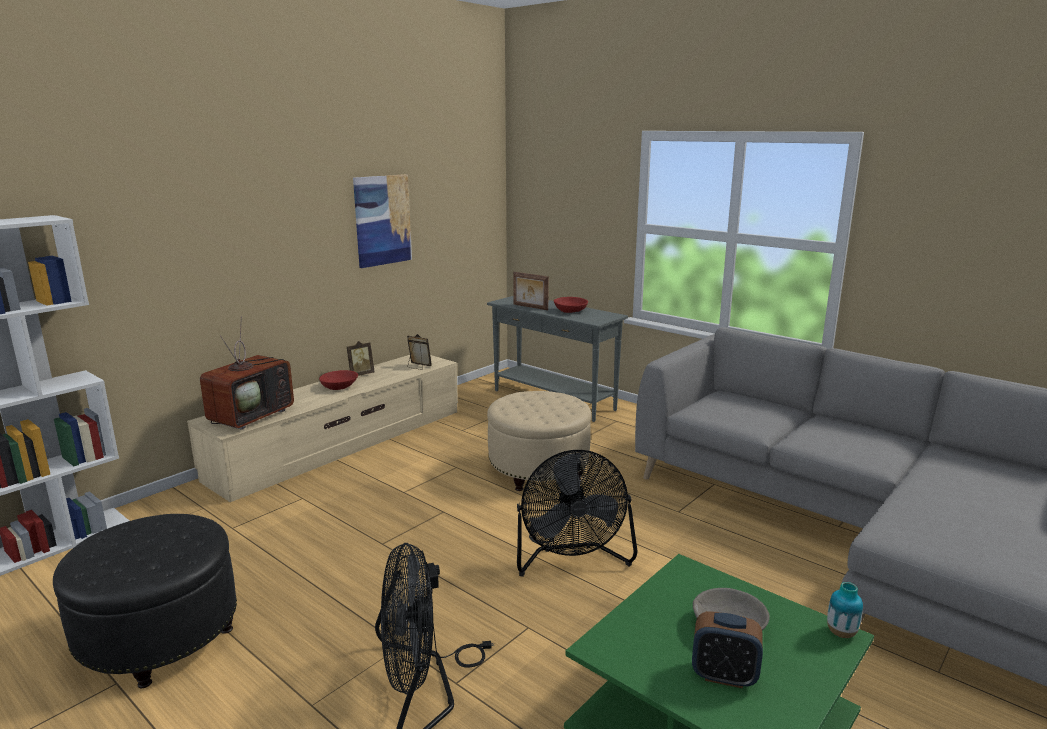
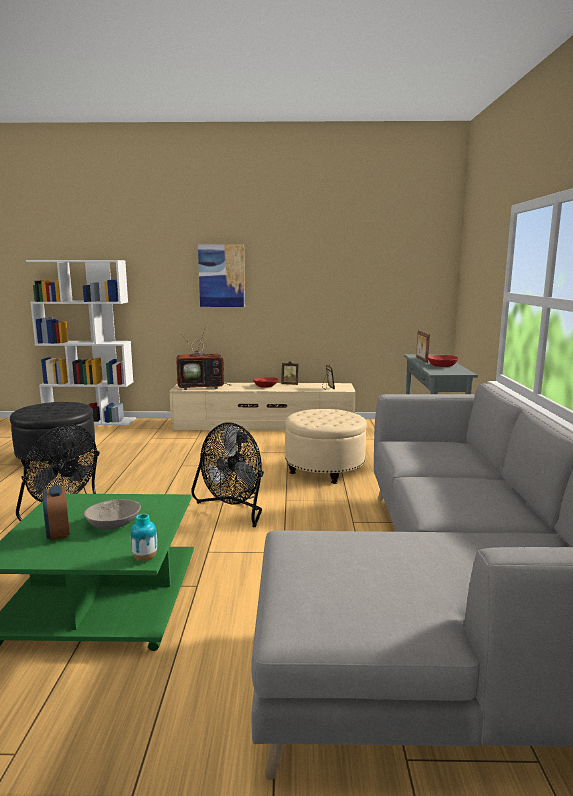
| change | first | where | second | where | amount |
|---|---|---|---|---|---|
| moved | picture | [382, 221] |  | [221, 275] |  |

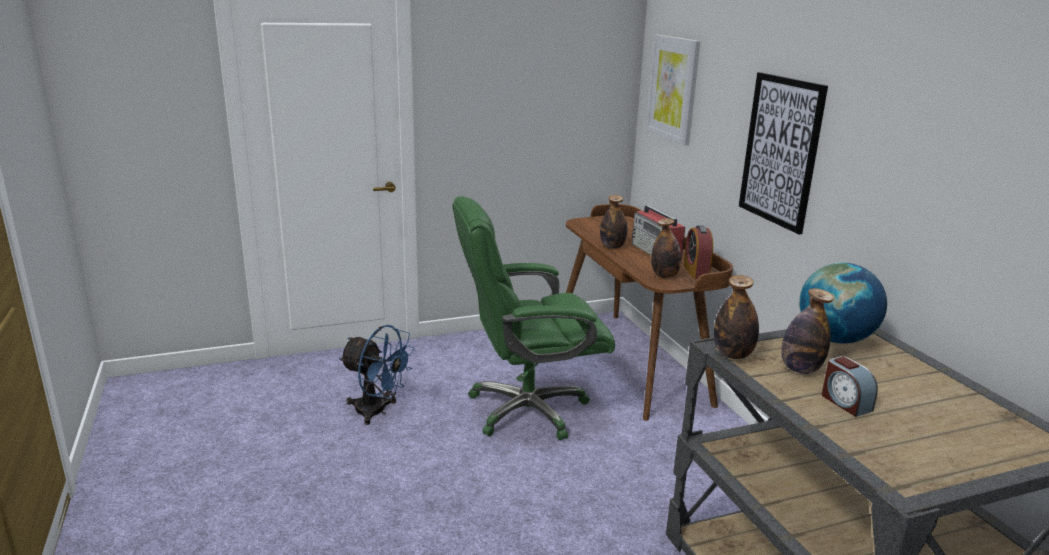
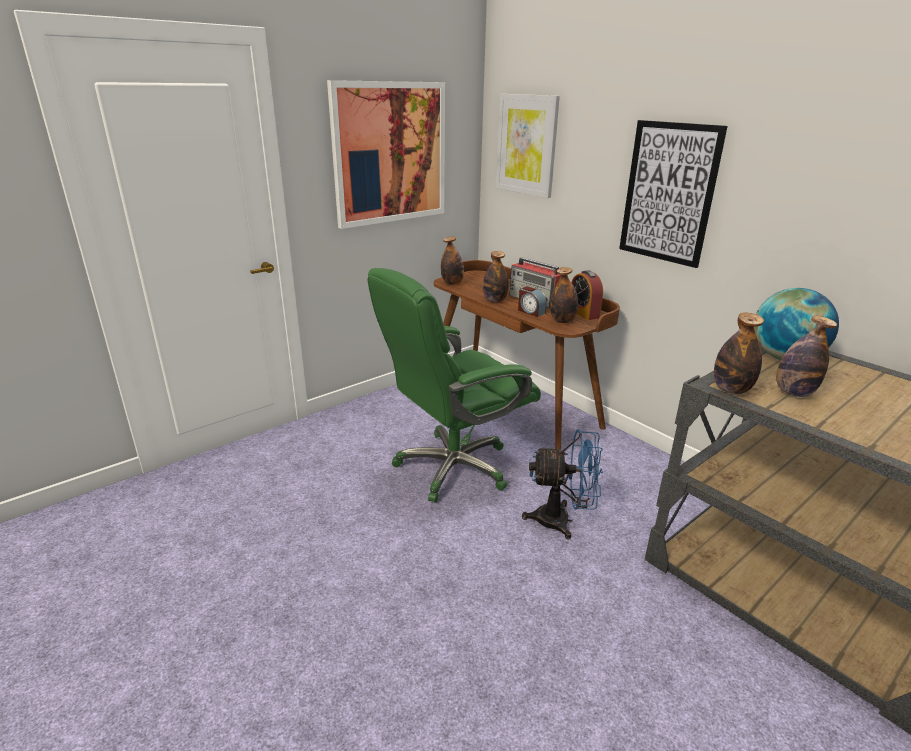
| change | first | where | second | where | amount |
|---|---|---|---|---|---|
| moved | blue_fan | [377, 375] |  | [562, 484] |  |
| moved | alarm_clock | [850, 386] |  | [532, 301] |  |
| added |  |  | picture | [386, 154] |  |
| added |  |  | bottle | [452, 261] |  |

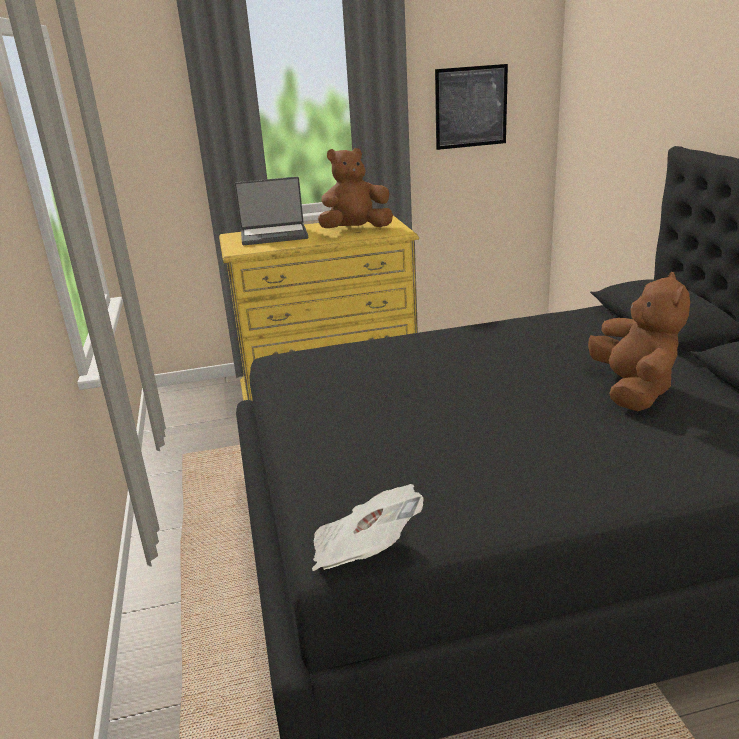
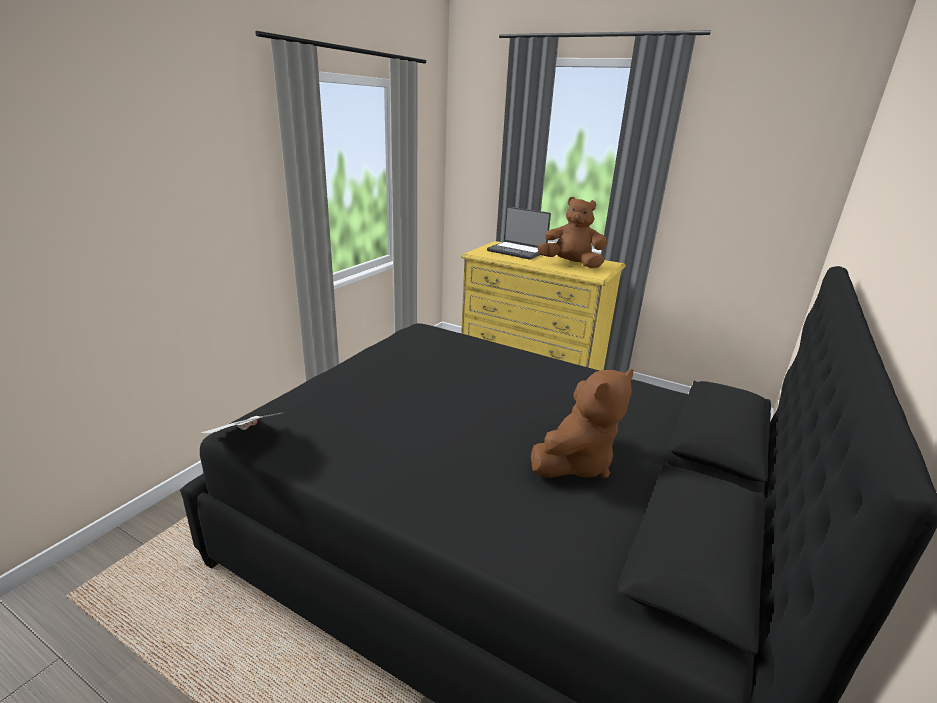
| change | first | where | second | where | amount |
|---|---|---|---|---|---|
| removed | picture | [471, 107] |  |  |  |

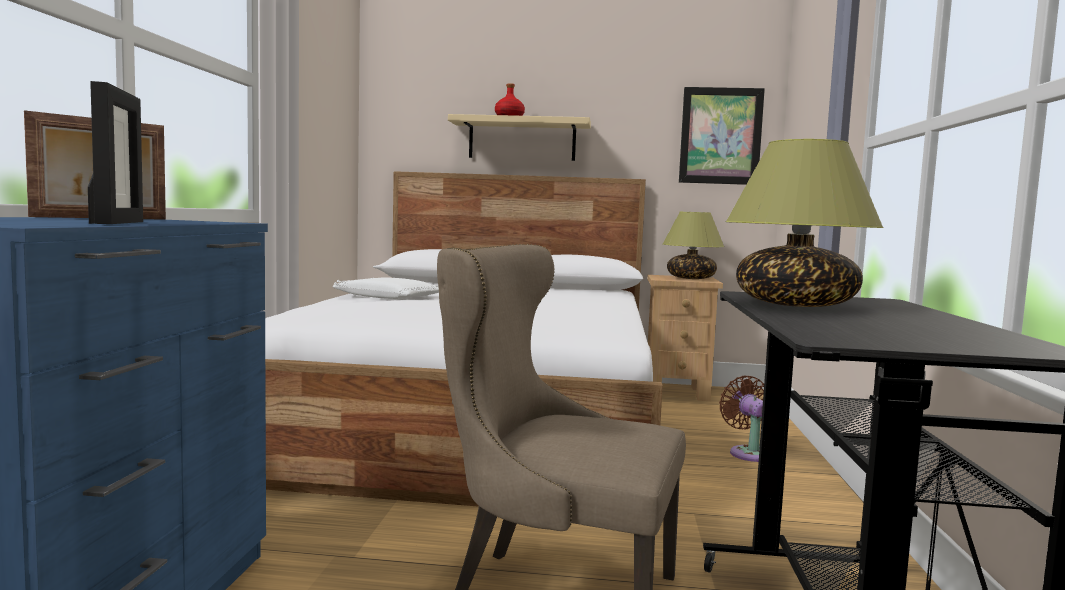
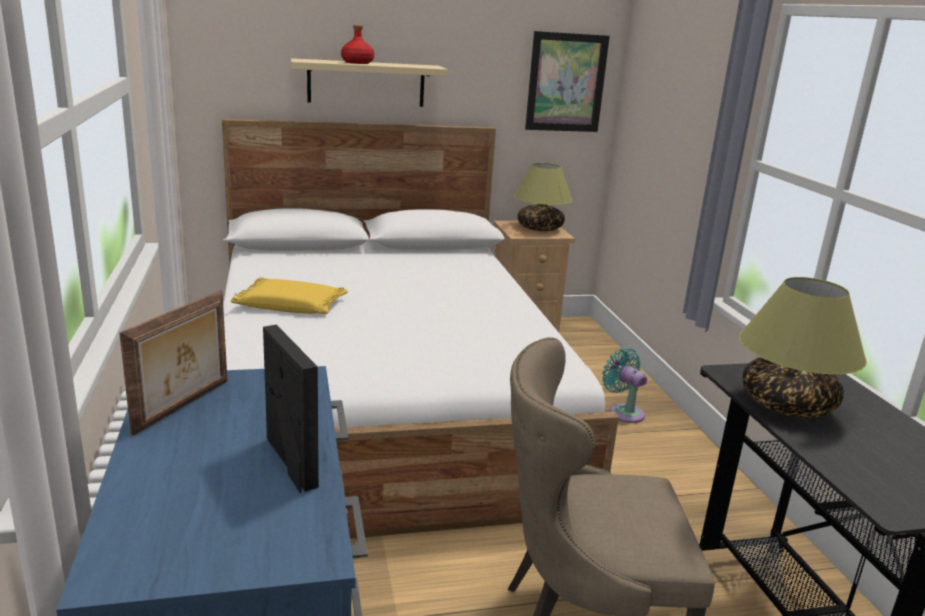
| change | first | where | second | where | amount |
|---|---|---|---|---|---|
| recoloured | white_pillow | [385, 288] | yellow_pillow | [289, 295] |  |
| recoloured | brown_fan | [741, 418] | turquoise_fan | [624, 385] |  |

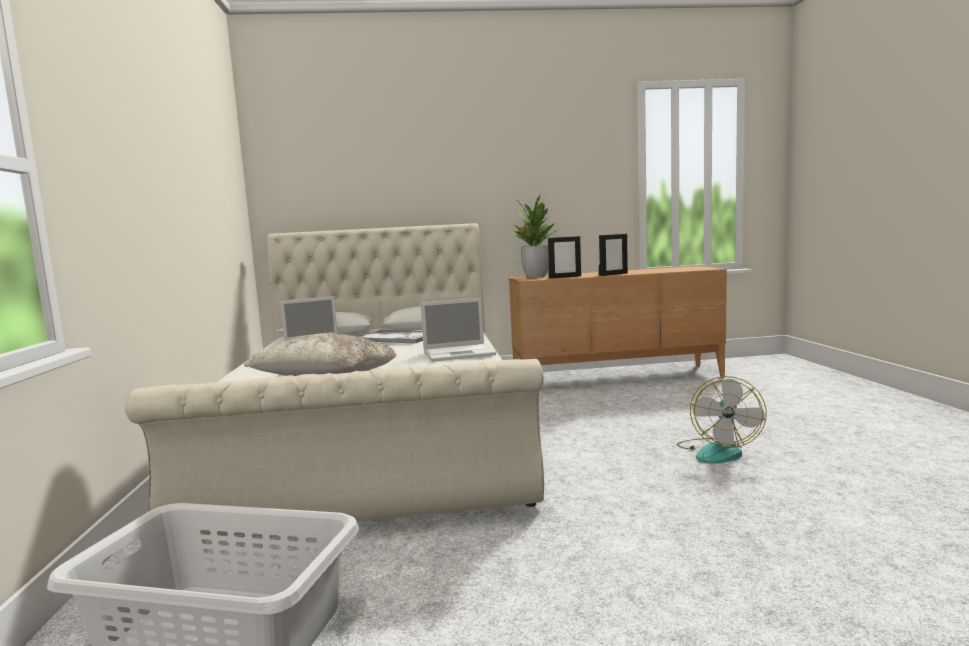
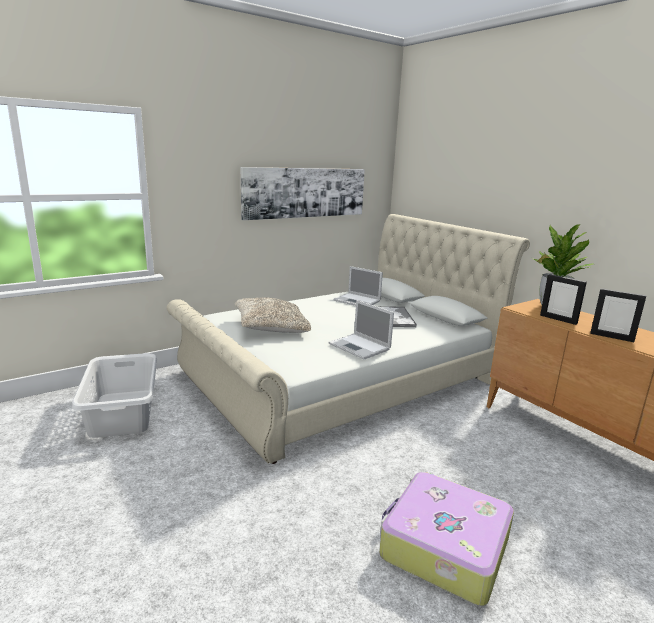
| change | first | where | second | where | amount |
|---|---|---|---|---|---|
| replaced | fan | [722, 420] | suitcase | [446, 539] |  |
| added |  |  | picture | [302, 193] |  |

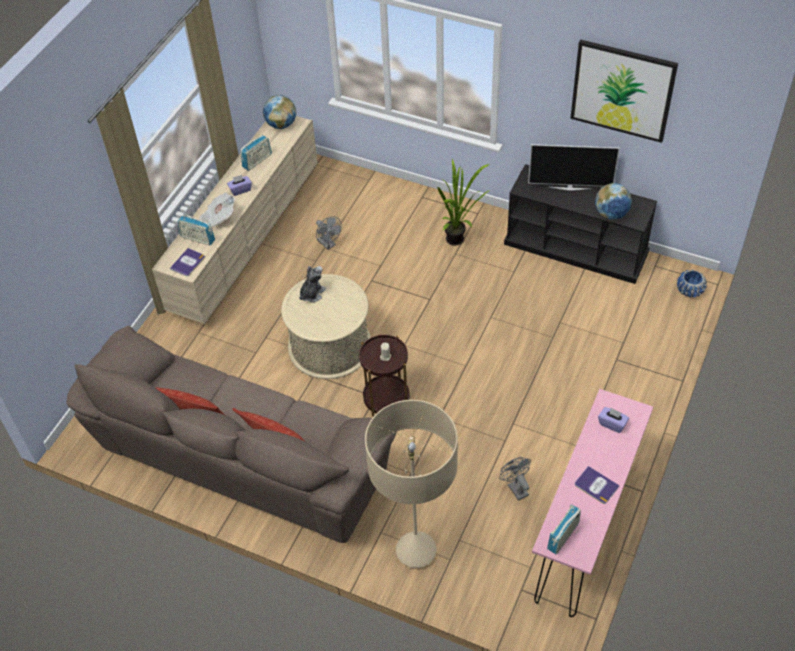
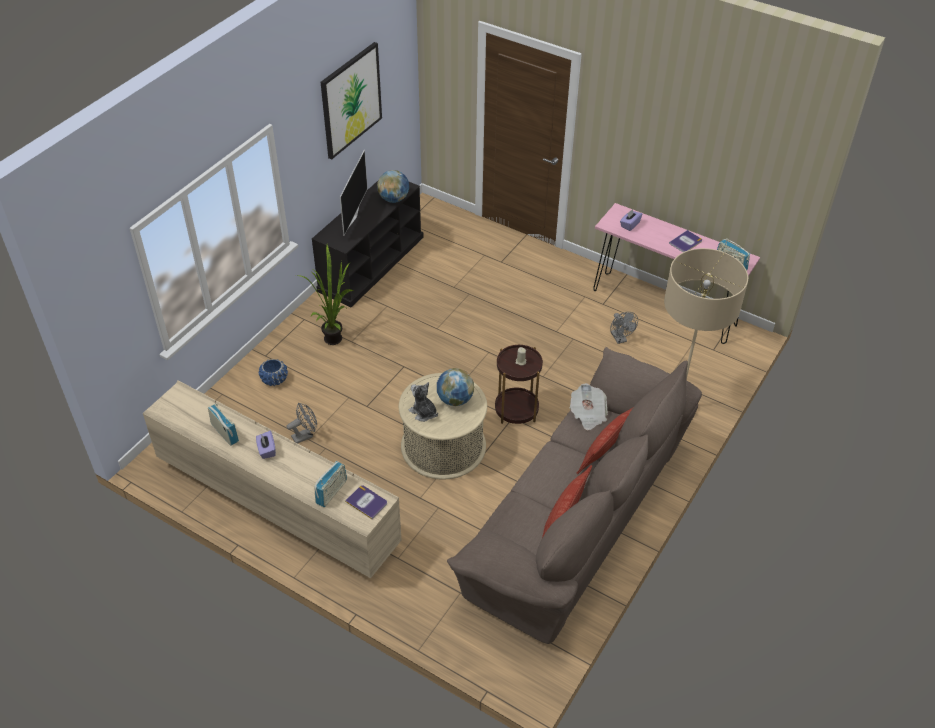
| change | first | where | second | where | amount |
|---|---|---|---|---|---|
| moved | globe | [279, 112] |  | [455, 387] |  |
| moved | newspaper | [217, 210] |  | [588, 406] |  |
| moved | blue_planter | [692, 284] |  | [273, 372] |  |
| turned | grey_fan | [515, 479] |  | [624, 328] | 90 degrees counterclockwise |

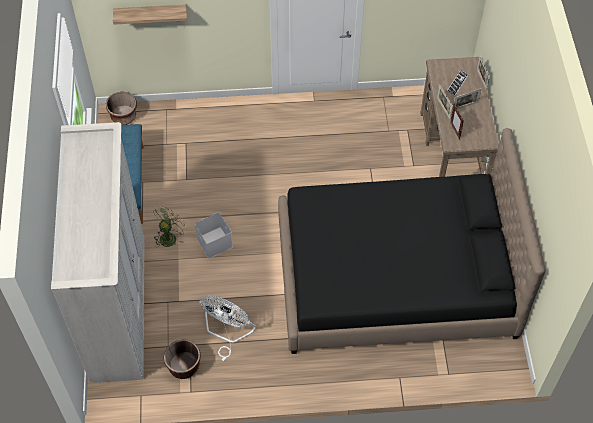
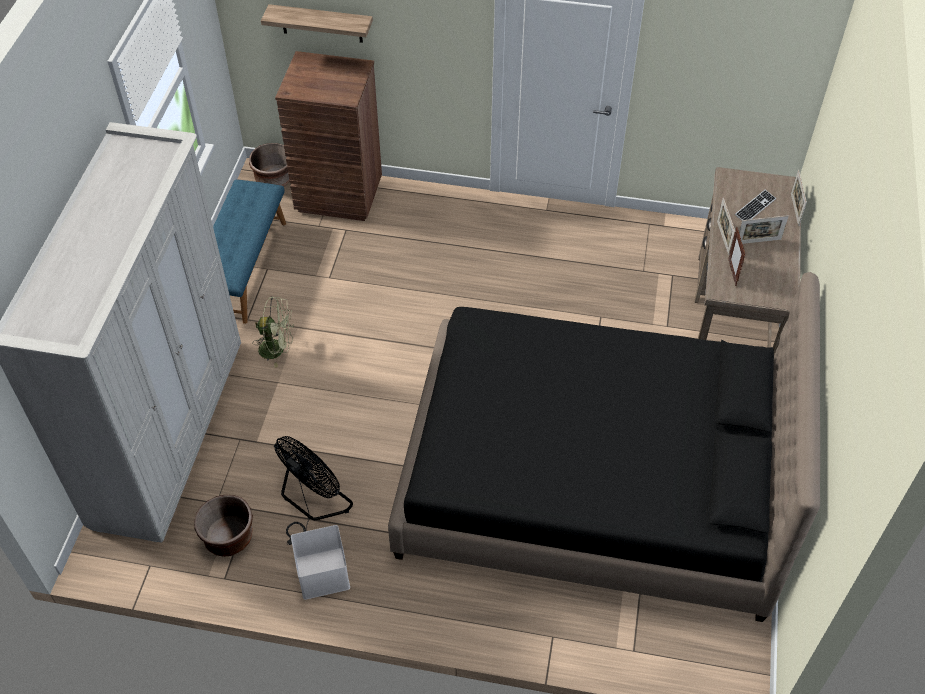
| change | first | where | second | where | amount |
|---|---|---|---|---|---|
| turned | green_fan | [170, 226] |  | [273, 332] | 45 degrees clockwise |
| moved | white_storage_box | [214, 235] |  | [320, 562] |  |
| recoloured | white_fan | [227, 328] | black_fan | [313, 490] |  |
| added |  |  | brown_dresser | [328, 136] |  |

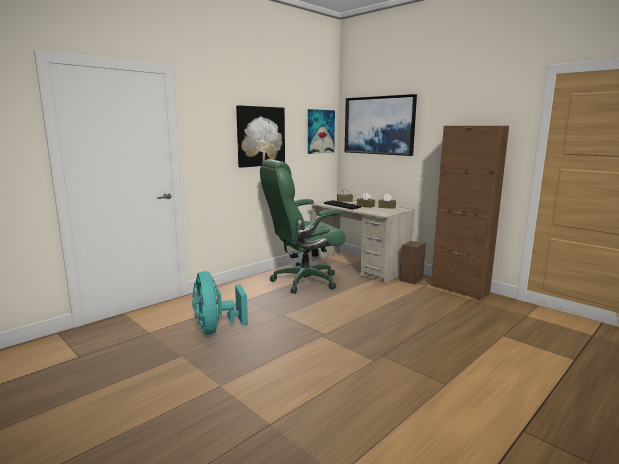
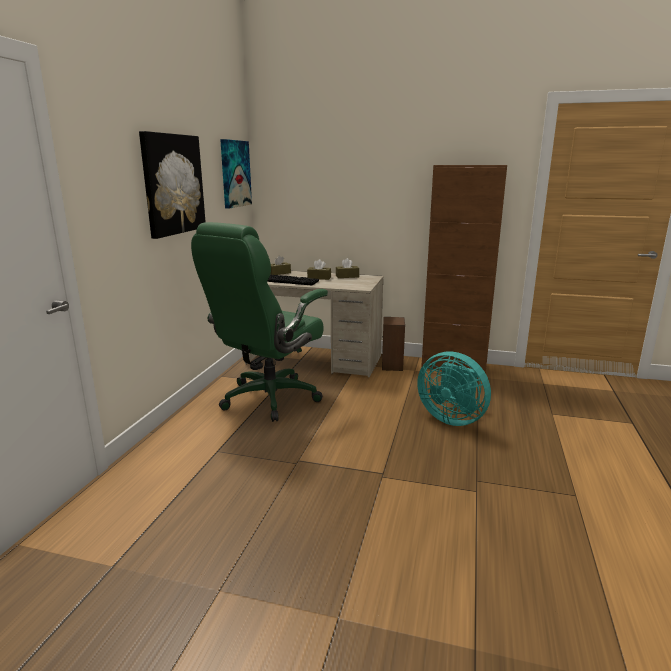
| change | first | where | second | where | amount |
|---|---|---|---|---|---|
| removed | picture | [381, 125] |  |  |  |
| moved | turquoise_fan | [220, 303] |  | [454, 388] |  |

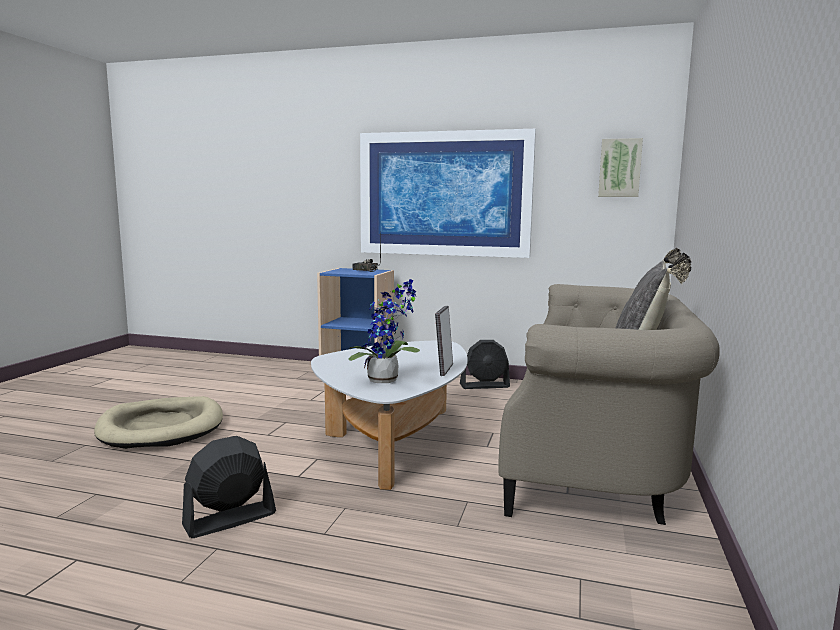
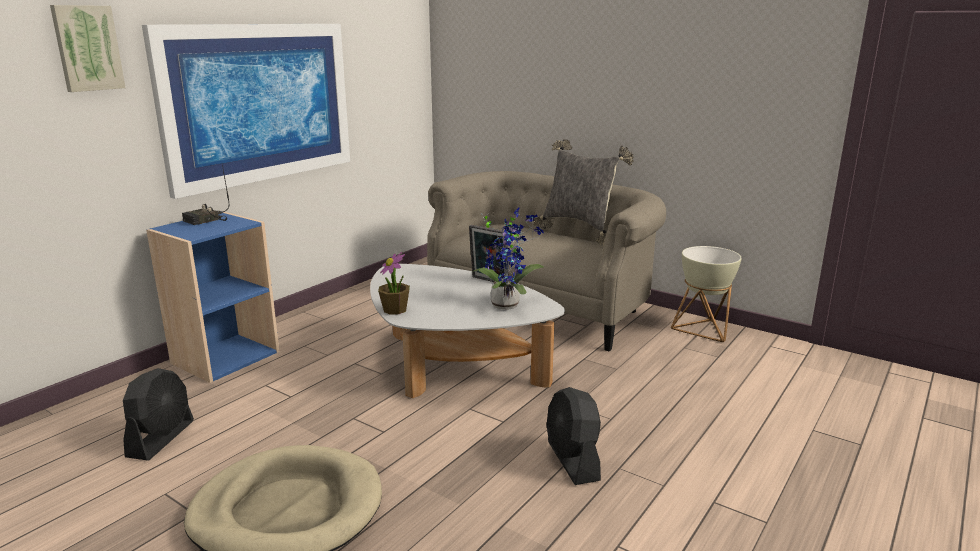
| change | first | where | second | where | amount |
|---|---|---|---|---|---|
| moved | picture | [620, 167] |  | [88, 48] |  |
| moved | black_fan | [485, 364] |  | [158, 414] |  |
| added |  |  | planter | [706, 294] |  |
| added |  |  | potted_plant | [394, 283] |  |

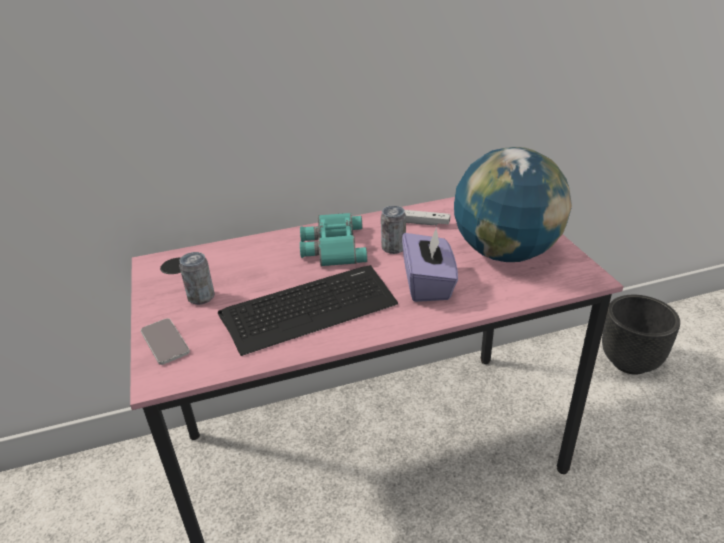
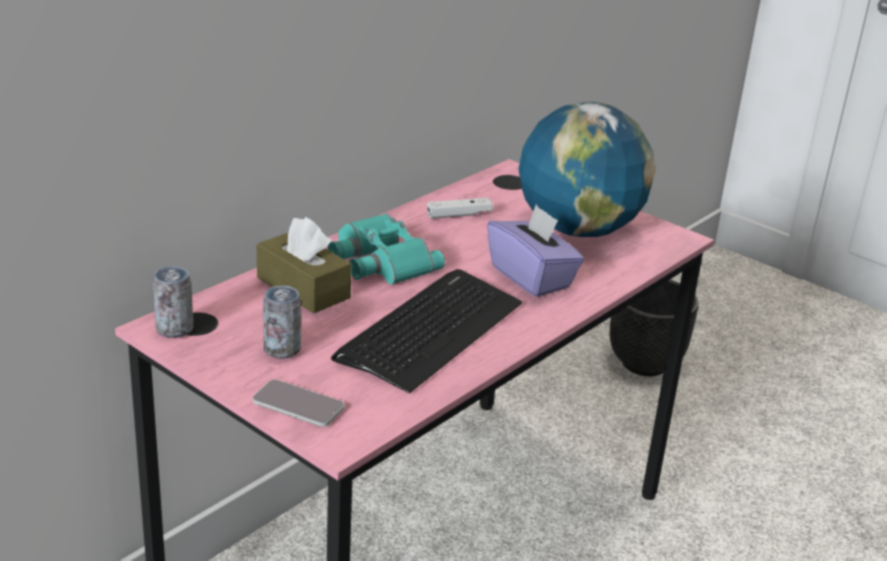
| change | first | where | second | where | amount |
|---|---|---|---|---|---|
| moved | can | [393, 230] |  | [173, 302] |  |
| added |  |  | brown_tissue_box | [304, 265] |  |

